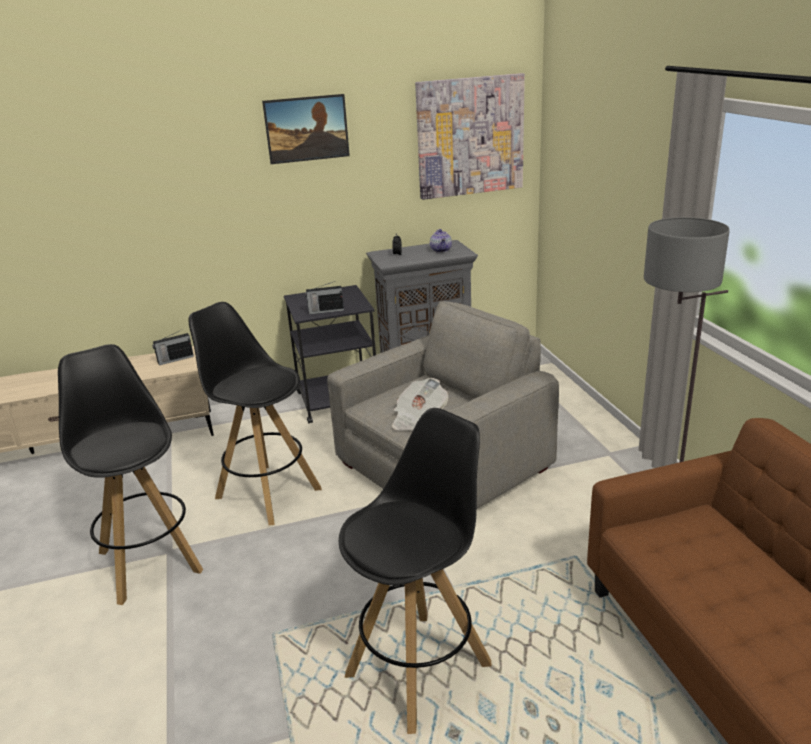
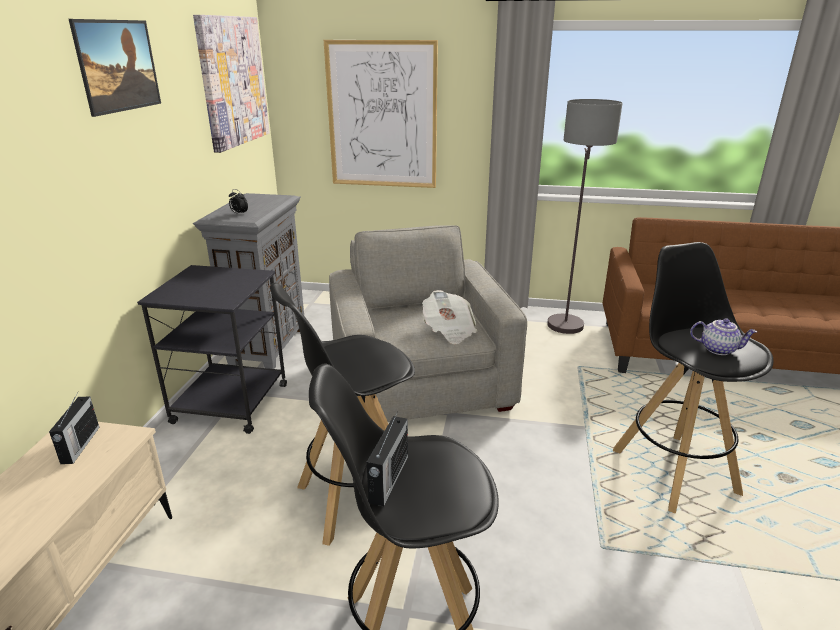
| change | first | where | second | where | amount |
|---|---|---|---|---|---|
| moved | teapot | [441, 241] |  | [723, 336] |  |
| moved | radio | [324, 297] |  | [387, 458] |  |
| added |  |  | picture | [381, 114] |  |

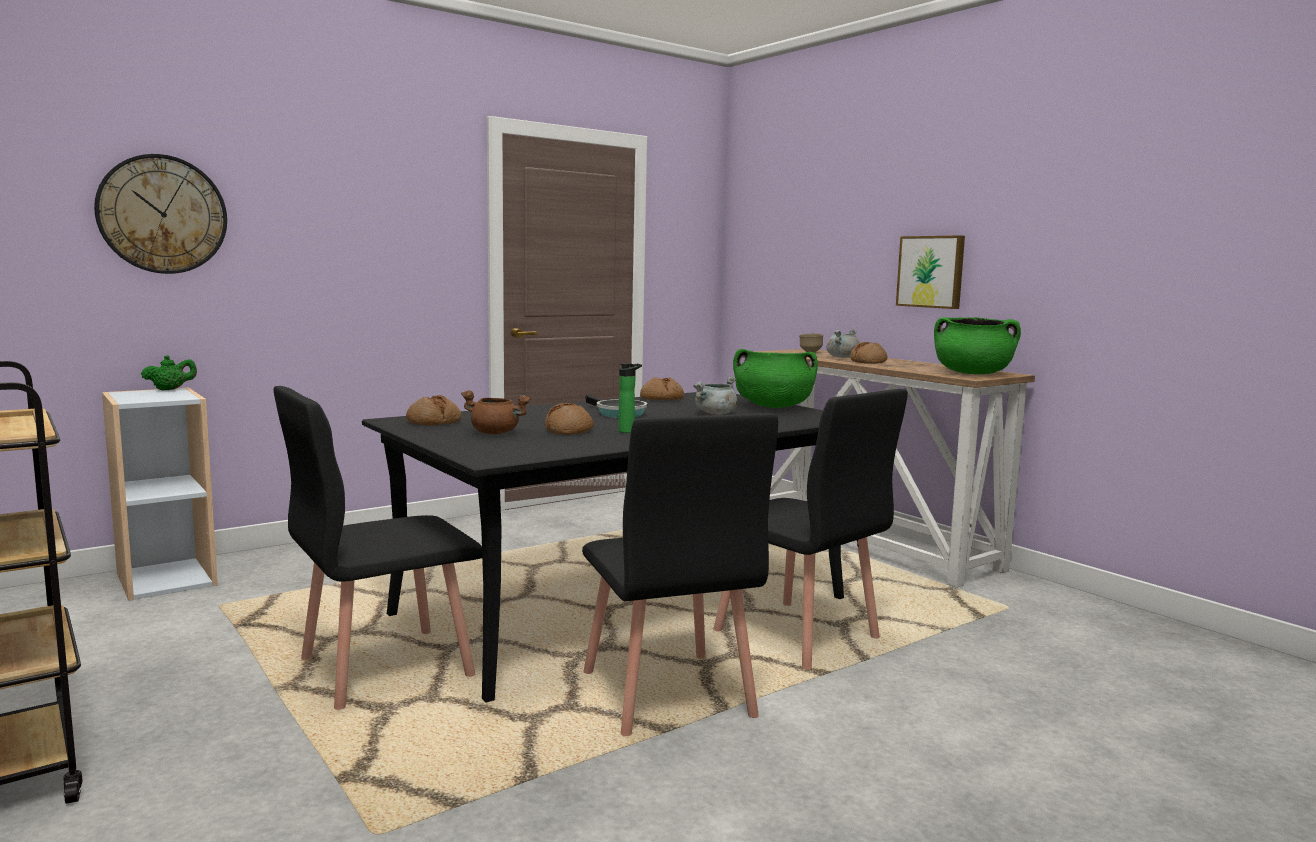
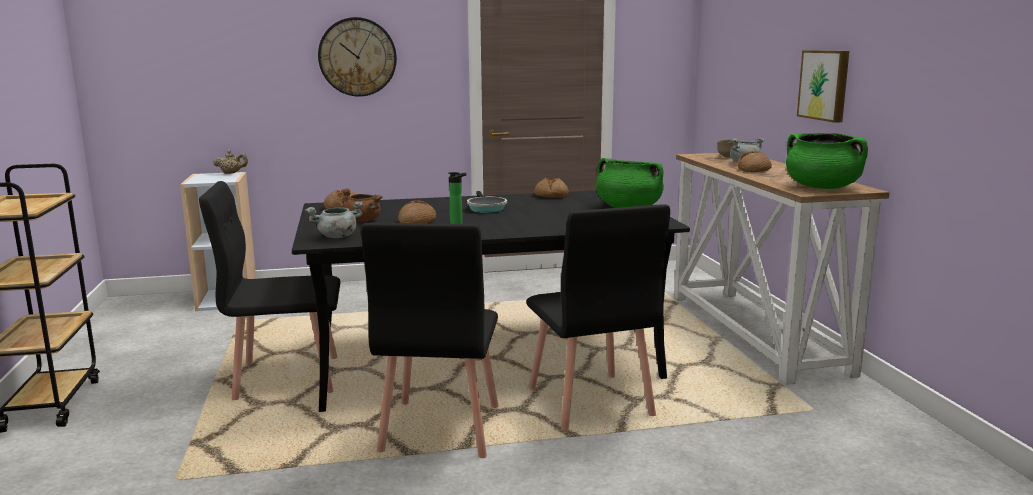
| change | first | where | second | where | amount |
|---|---|---|---|---|---|
| moved | wall_clock | [160, 214] |  | [357, 57] |  |
| recoloured | green_teapot | [169, 372] | beige_teapot | [230, 162] |  |
| moved | grey_cooking_pot | [715, 395] |  | [334, 219] |  |

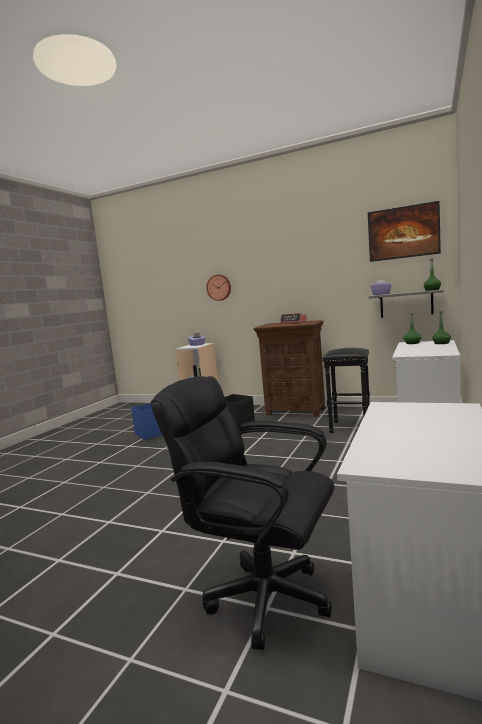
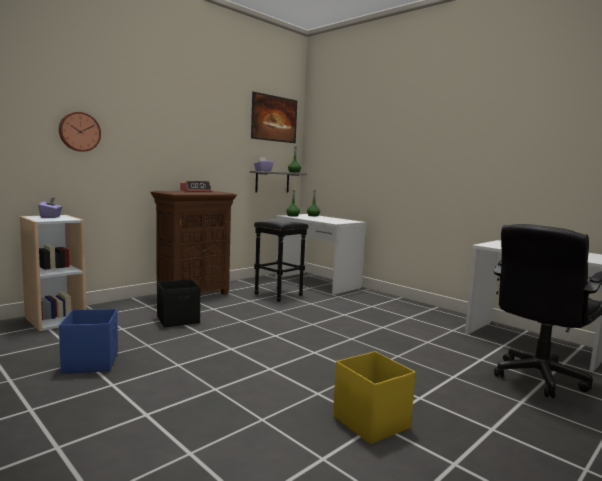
| change | first | where | second | where | amount |
|---|---|---|---|---|---|
| added |  |  | yellow_storage_box | [374, 397] |  |

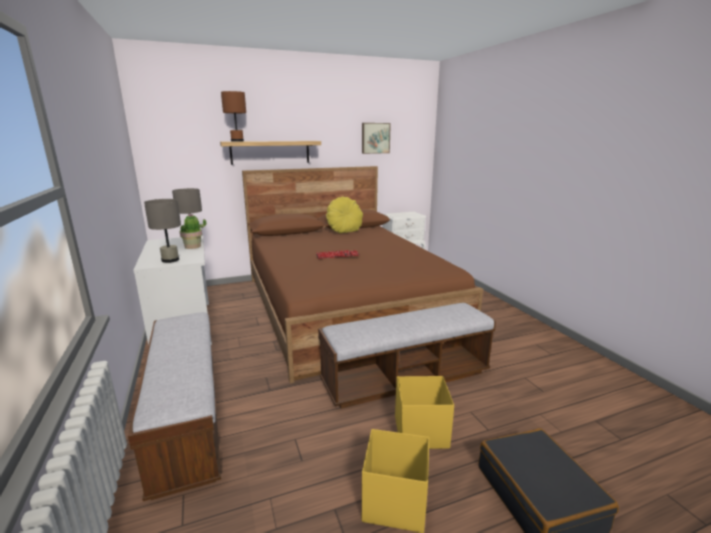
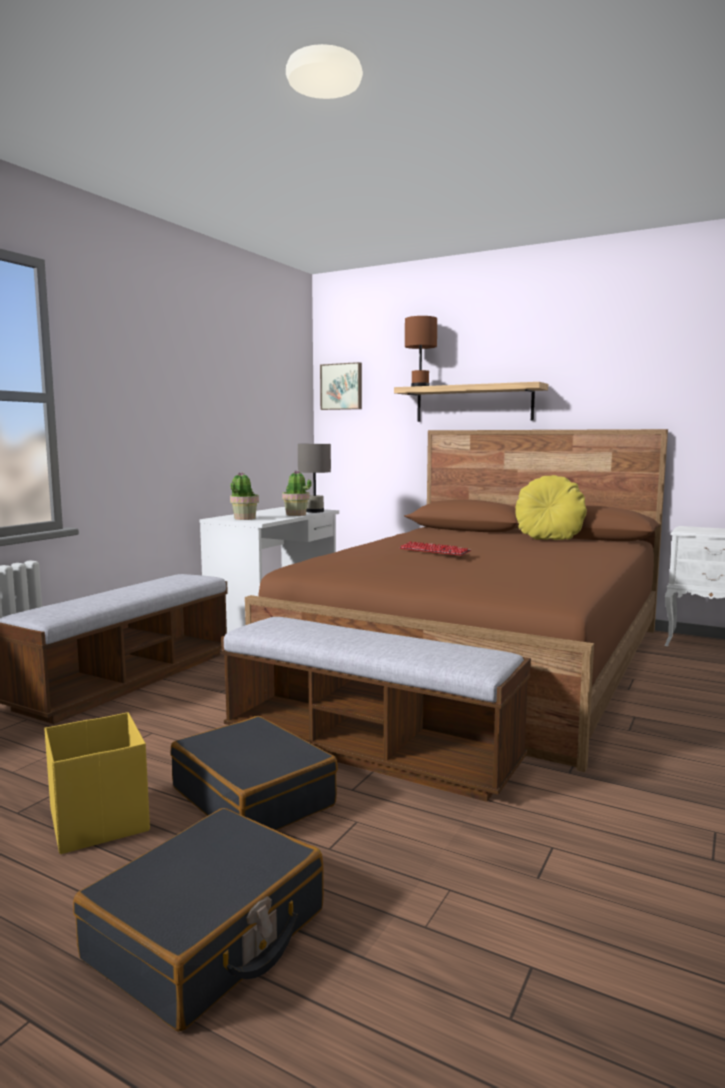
| change | first | where | second | where | amount |
|---|---|---|---|---|---|
| moved | picture | [376, 138] |  | [341, 386] |  |
| replaced | grey_table_lamp | [162, 231] | potted_plant | [244, 496] |  |
| replaced | yellow_storage_box | [424, 412] | black_suitcase | [254, 773] |  |

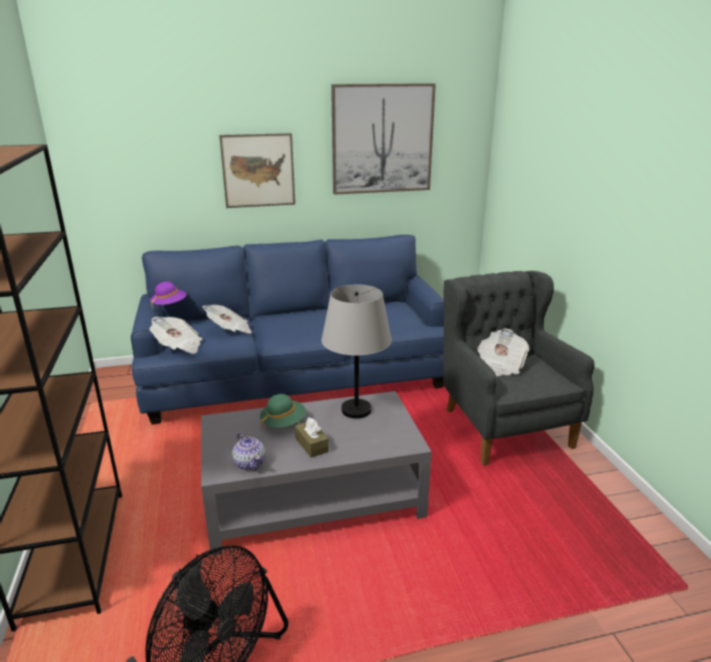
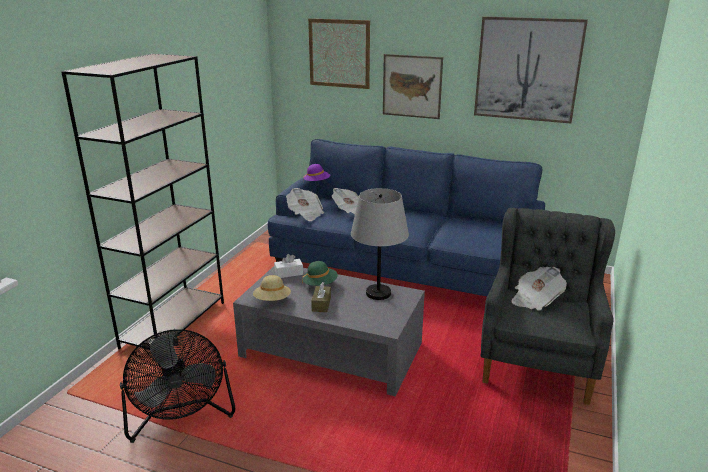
| change | first | where | second | where | amount |
|---|---|---|---|---|---|
| replaced | teapot | [249, 452] | beige_hat | [272, 288] |  |
| added |  |  | picture | [339, 53] |  |
| added |  |  | white_tissue_box | [288, 266] |  |

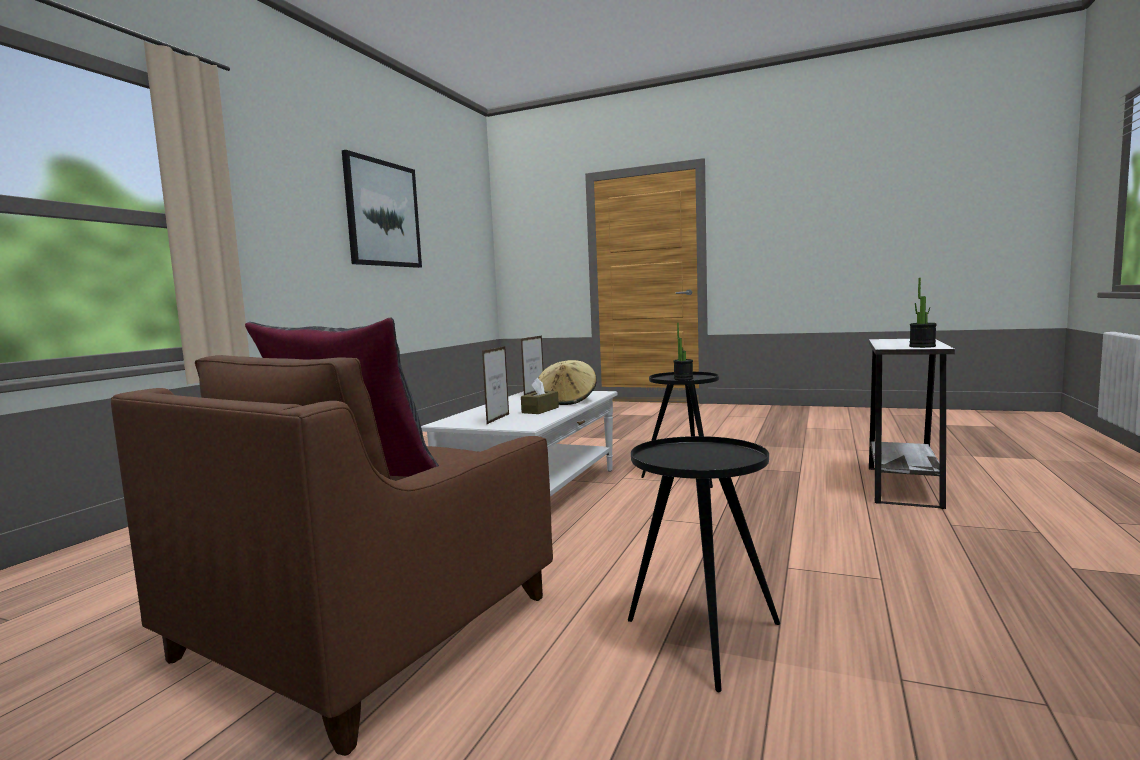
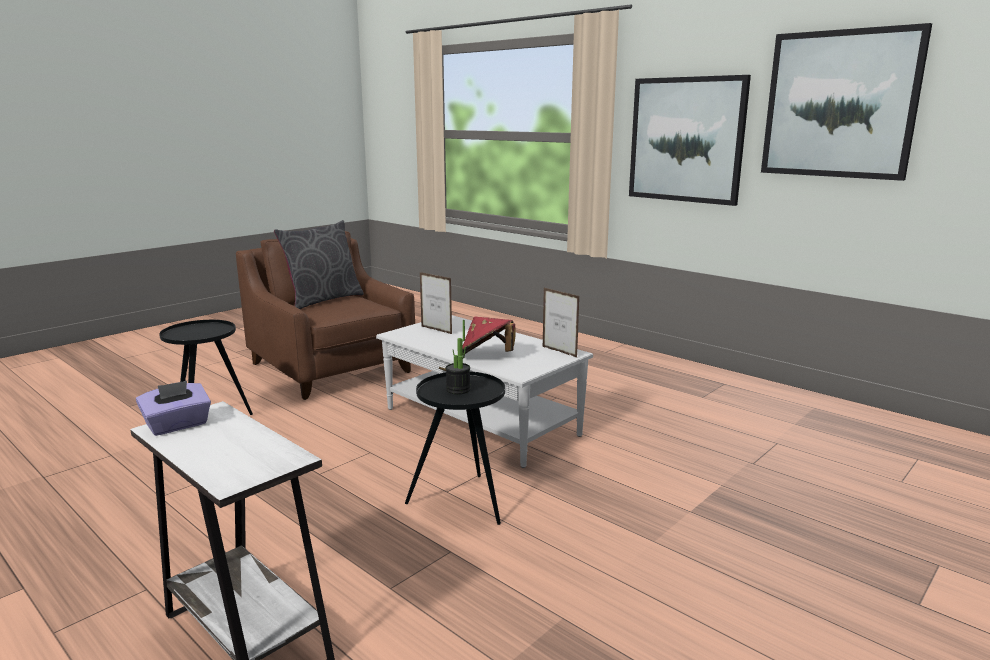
| change | first | where | second | where | amount |
|---|---|---|---|---|---|
| replaced | potted_plant | [923, 313] | purple_tissue_box | [173, 408] |  |
| recoloured | beige_hat | [567, 382] | red_hat | [489, 335] |  |
| removed | brown_tissue_box | [540, 396] |  |  |  |
| added |  |  | picture | [690, 140] |  |

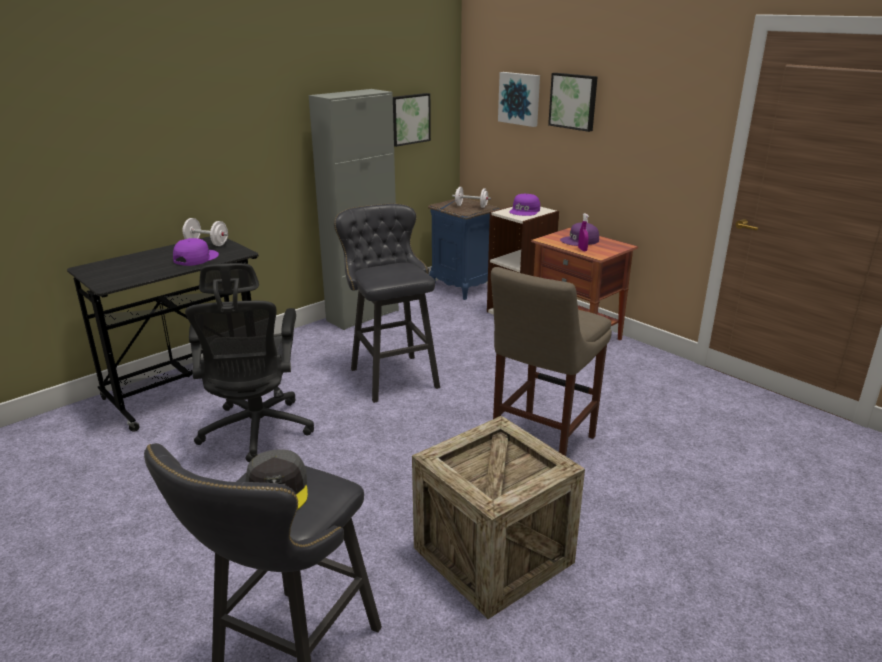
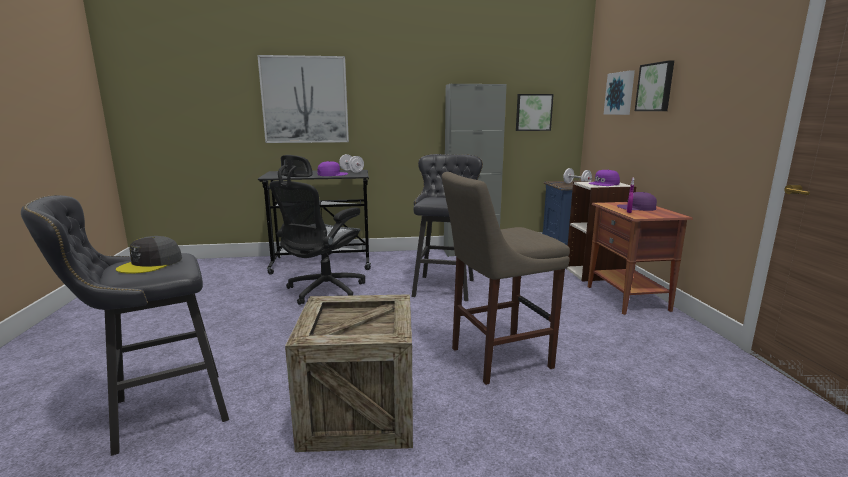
| change | first | where | second | where | amount |
|---|---|---|---|---|---|
| added |  |  | picture | [303, 99] |  |

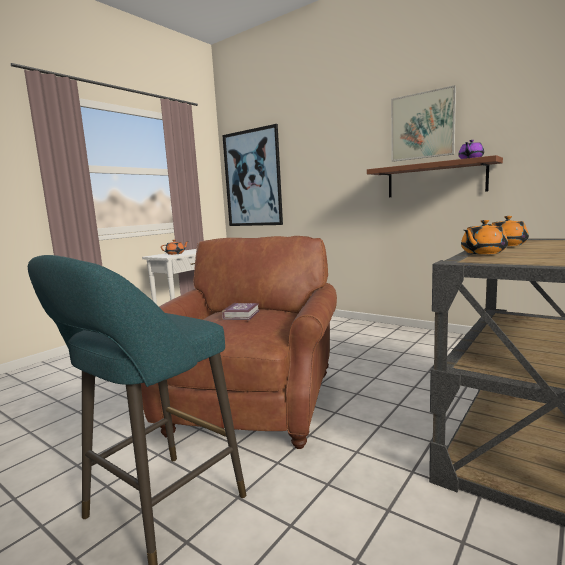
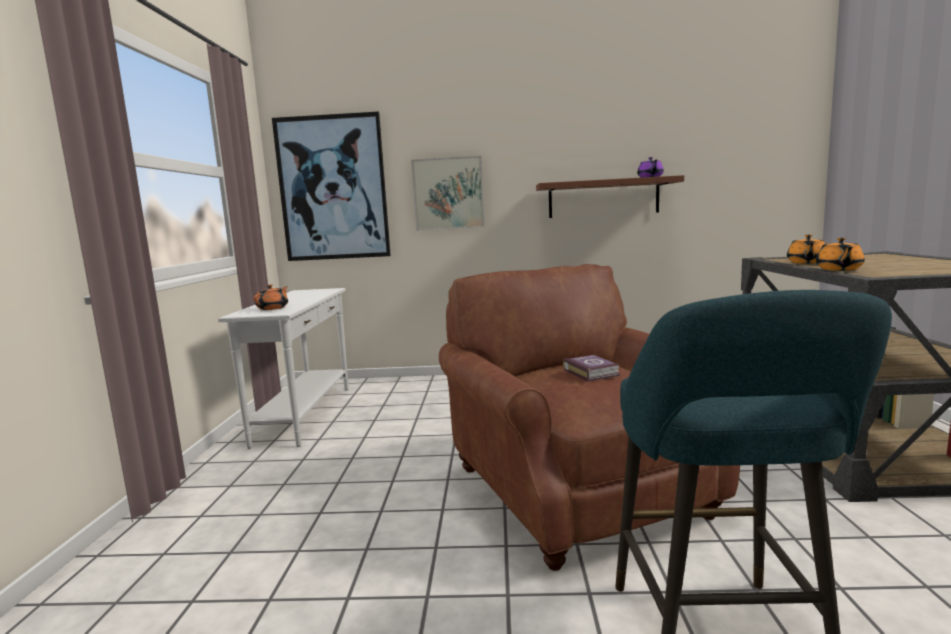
| change | first | where | second | where | amount |
|---|---|---|---|---|---|
| moved | picture | [423, 123] |  | [448, 193] |  |

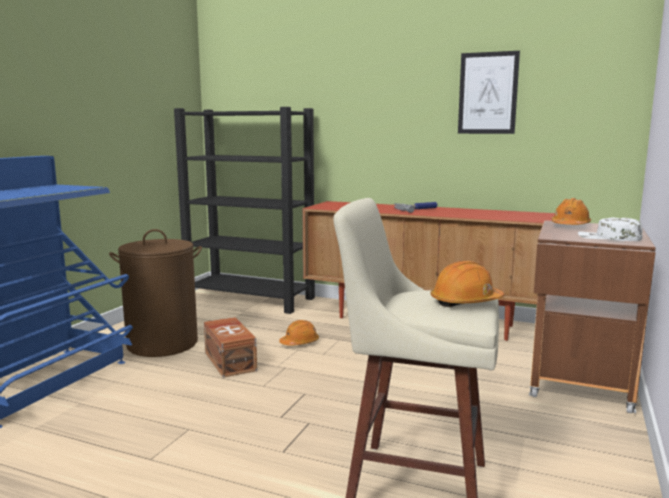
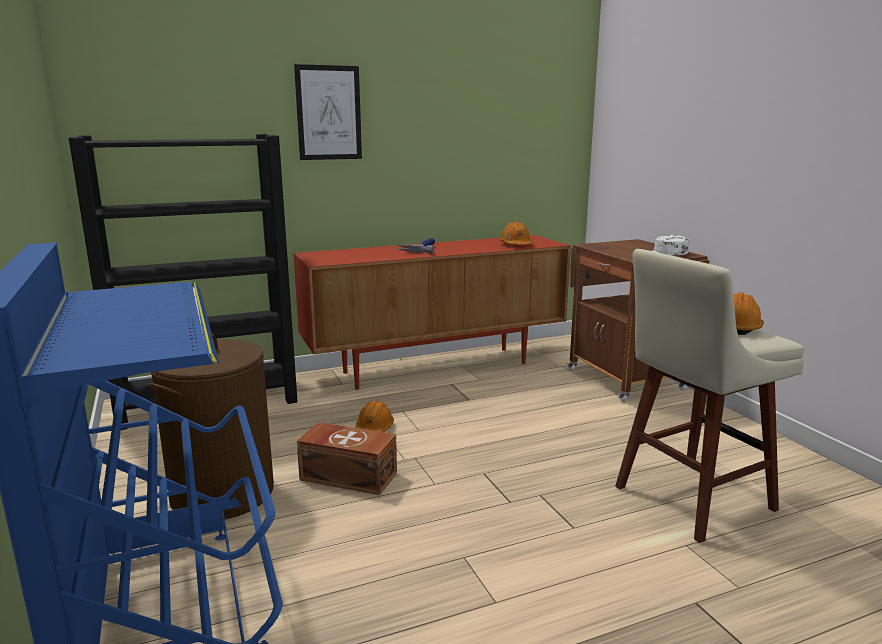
| change | first | where | second | where | amount |
|---|---|---|---|---|---|
| moved | picture | [489, 92] |  | [328, 112] |  |
| moved | orange_hard_hat | [571, 211] |  | [516, 233] |  |

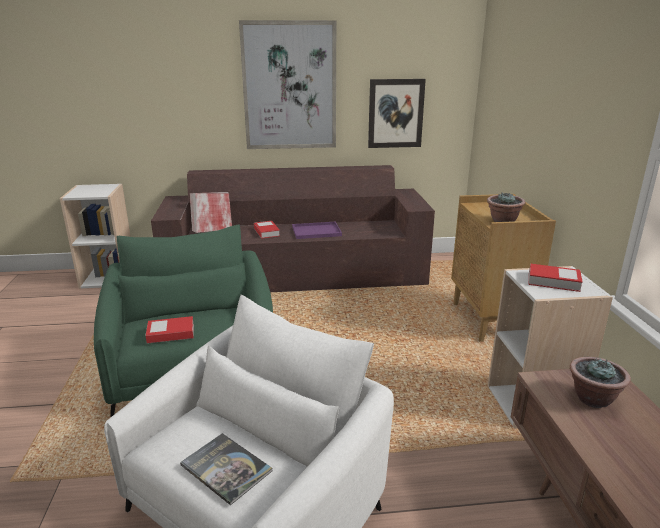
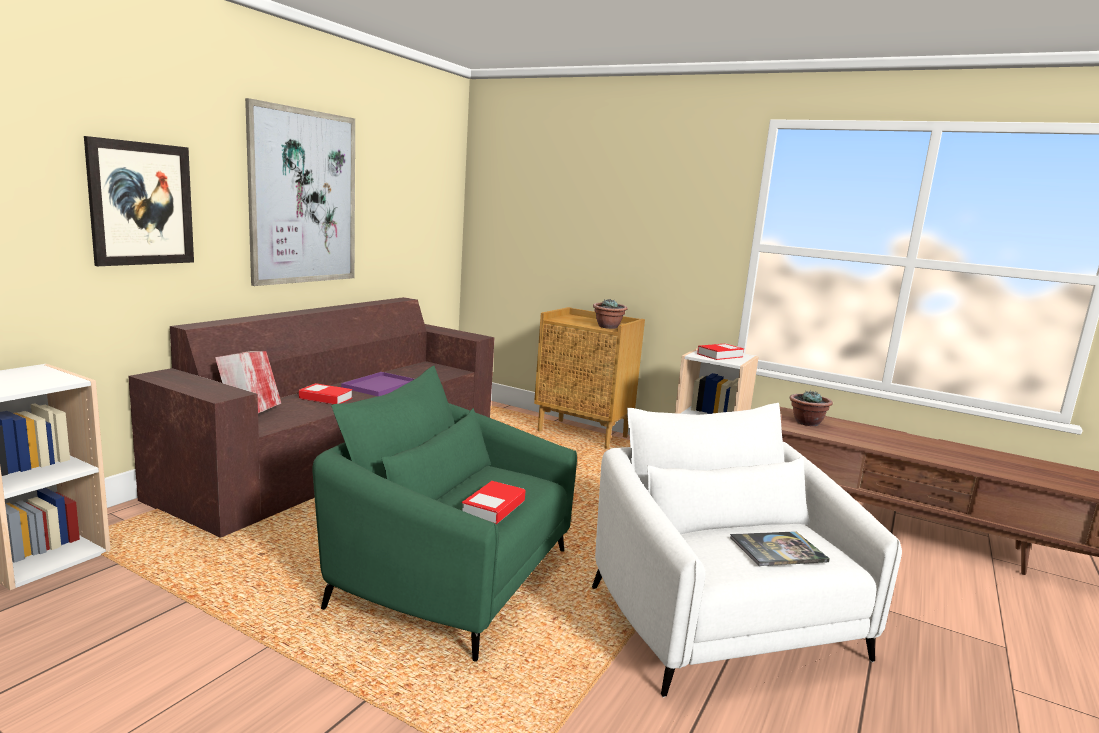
| change | first | where | second | where | amount |
|---|---|---|---|---|---|
| moved | picture | [397, 113] |  | [139, 201] |  |

